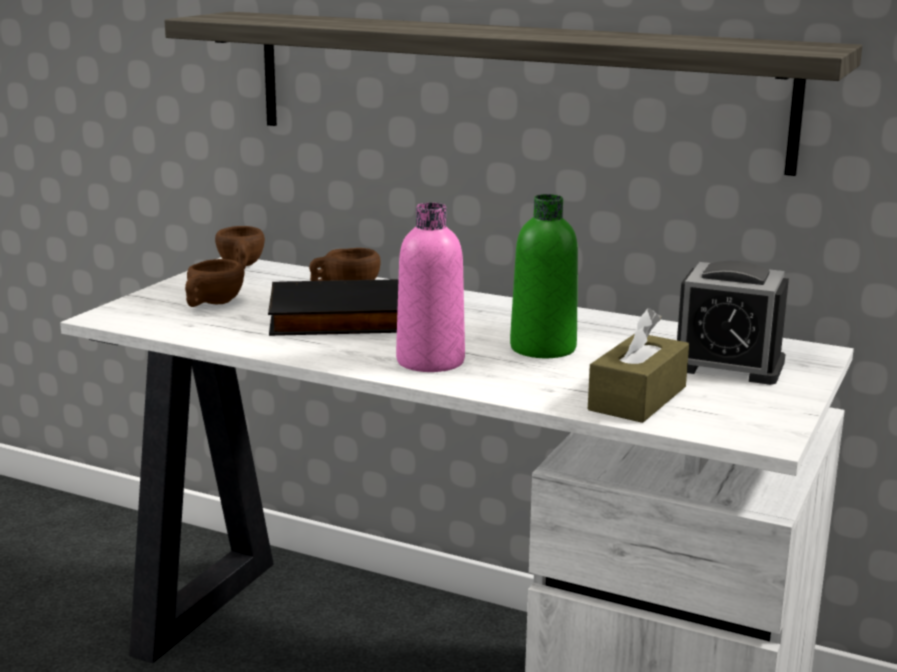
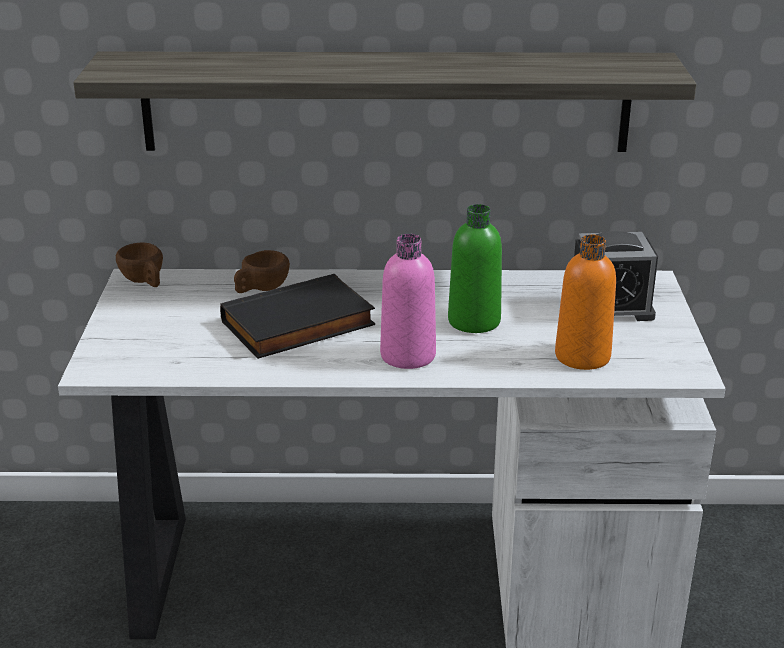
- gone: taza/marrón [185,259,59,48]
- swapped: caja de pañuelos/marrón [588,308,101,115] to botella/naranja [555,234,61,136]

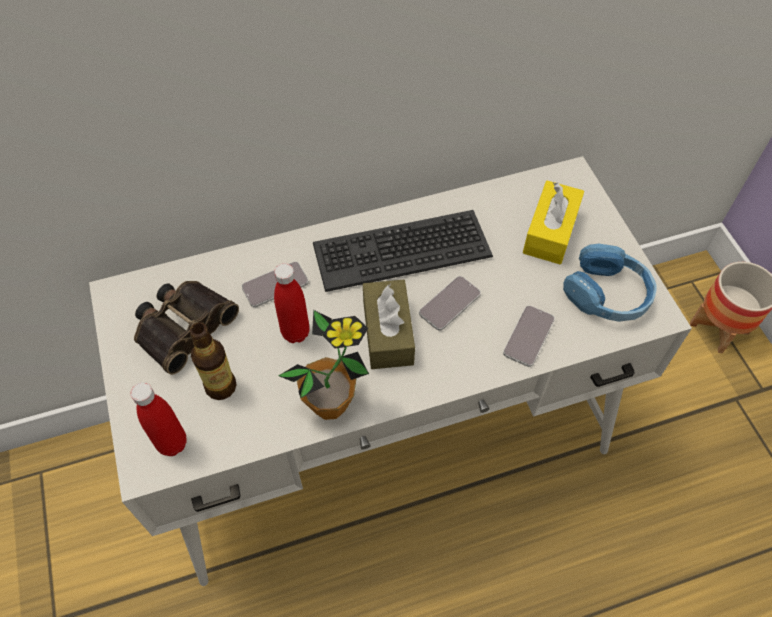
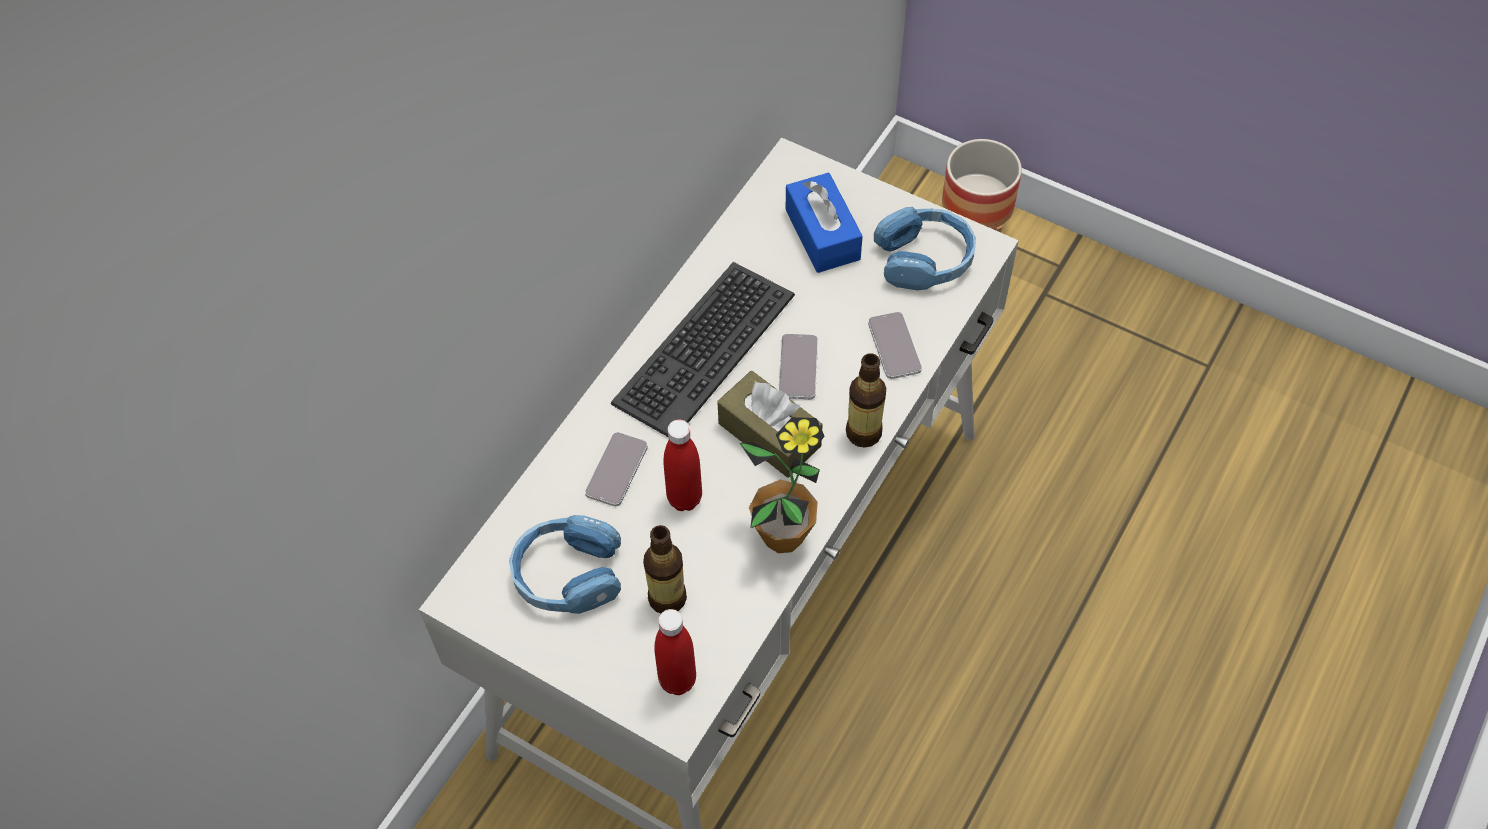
- swapped: prismáticos [134,281,105,94] to auriculares/azul [509,515,112,99]
- repainted: caja de pañuelos/amarillo [523,180,61,84] to caja de pañuelos/azul [786,173,77,100]
- new: botella [846,353,40,95]

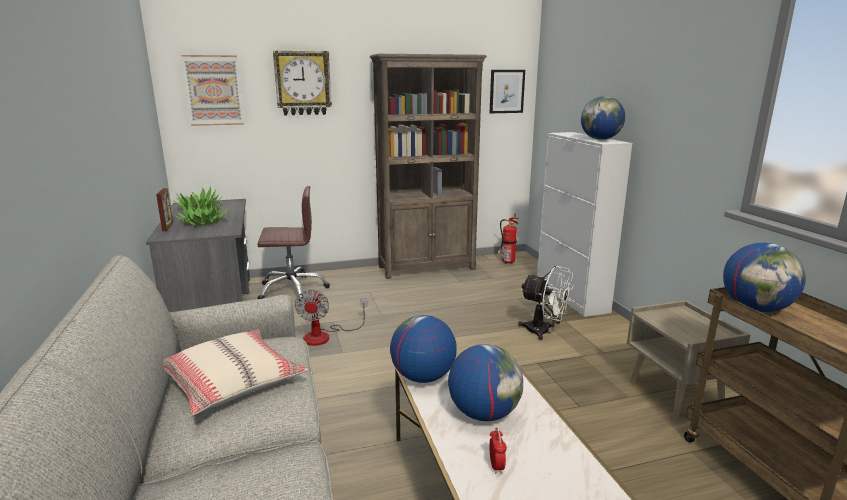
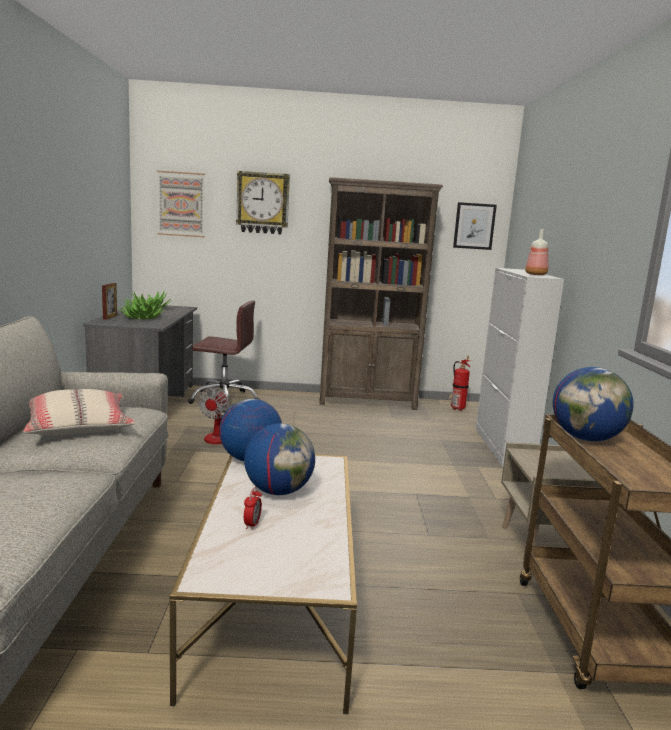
- gone: ventilador/blanco [518,266,56,74]
- swapped: globo terráqueo [581,96,44,44] to botella [525,229,23,46]

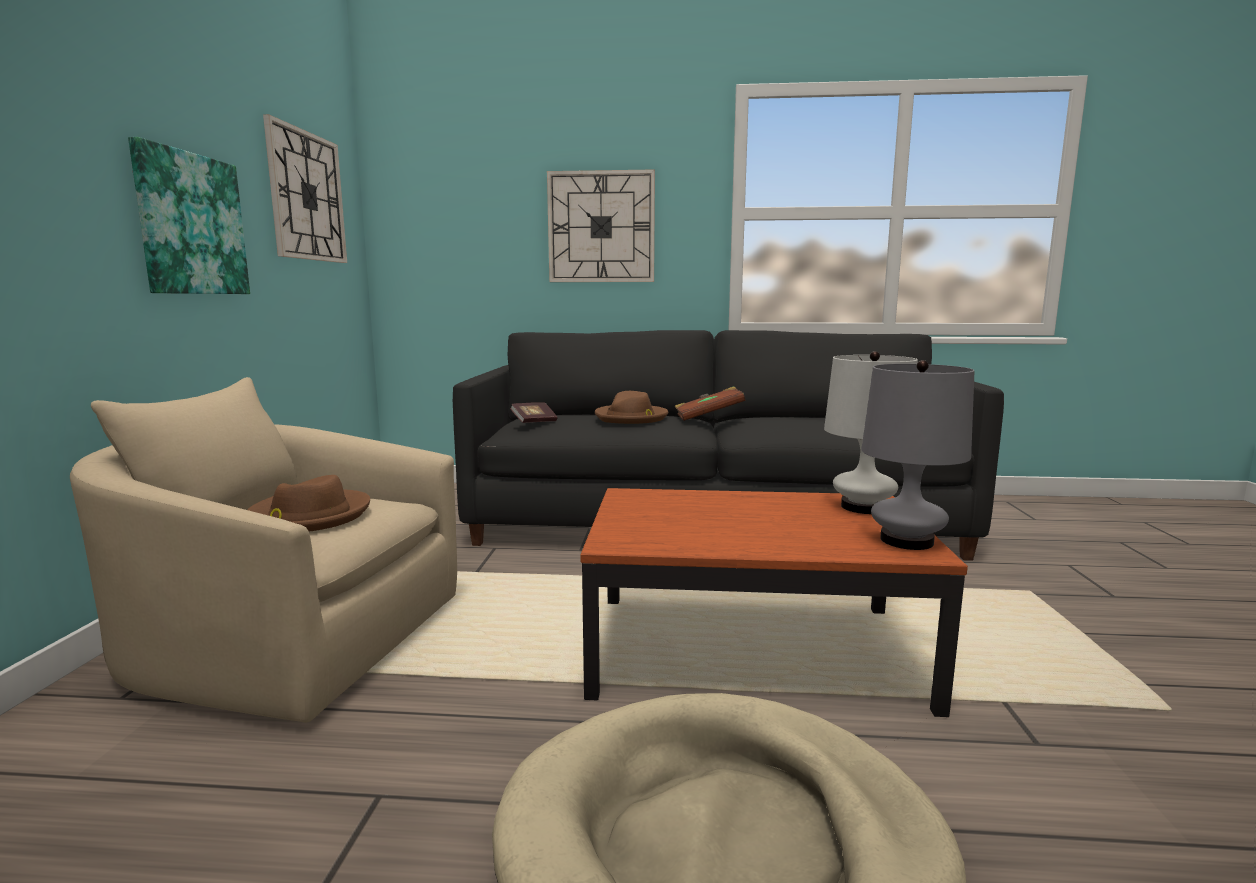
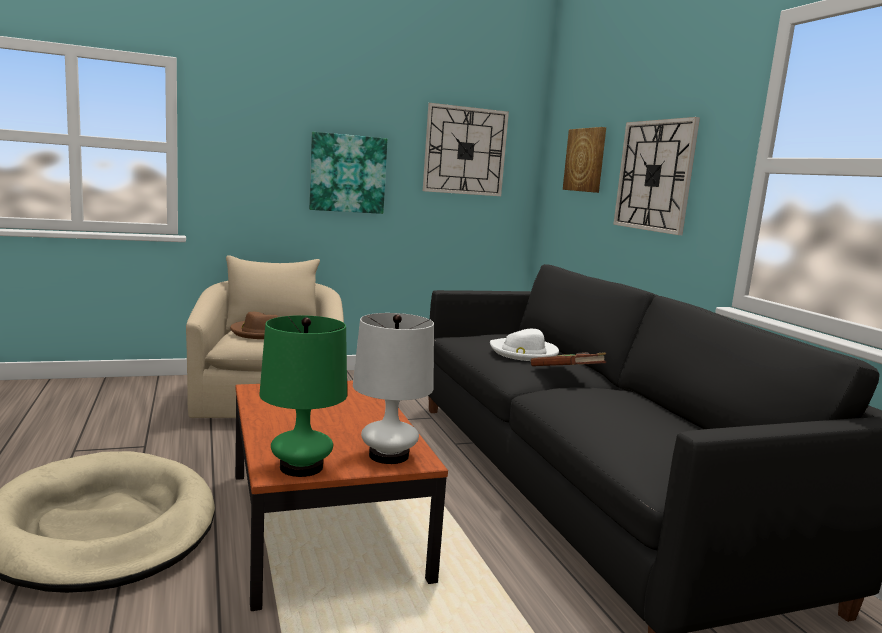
- gone: libro [510,402,47,21]
- repainted: sombrero/marrón [595,391,73,33] to sombrero/blanco [490,329,69,32]
- repainted: lámpara de mesa/gris [861,360,113,190] to lámpara de mesa/verde [259,315,88,162]
- new: cuadro [563,127,43,66]

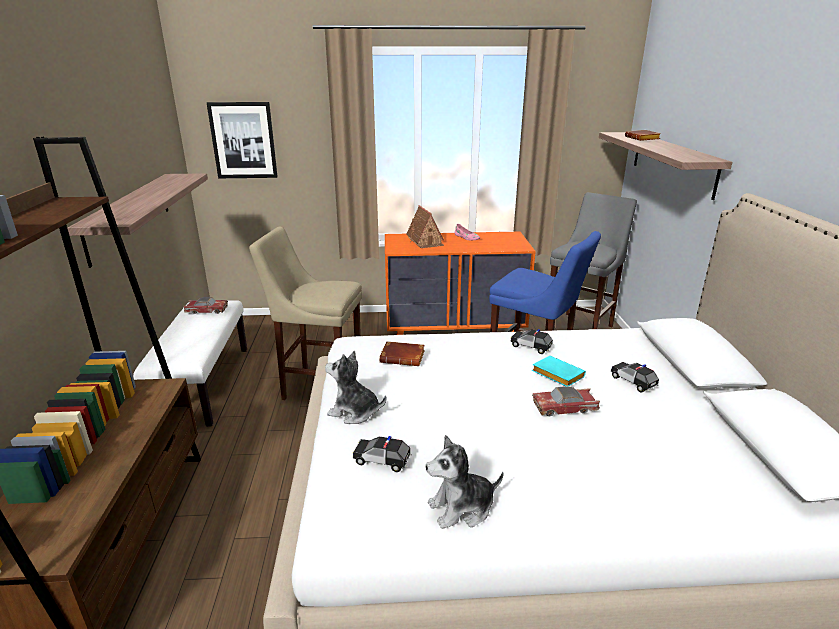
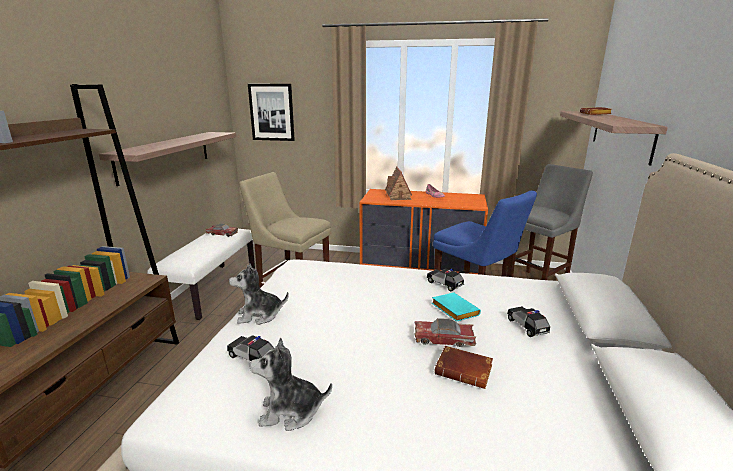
- rotated: peluche [325,351,61,73] = [229,263,60,62] 45 degrees counterclockwise
- shifted: libro/marrón [379,341,46,25] to [434,346,59,43]

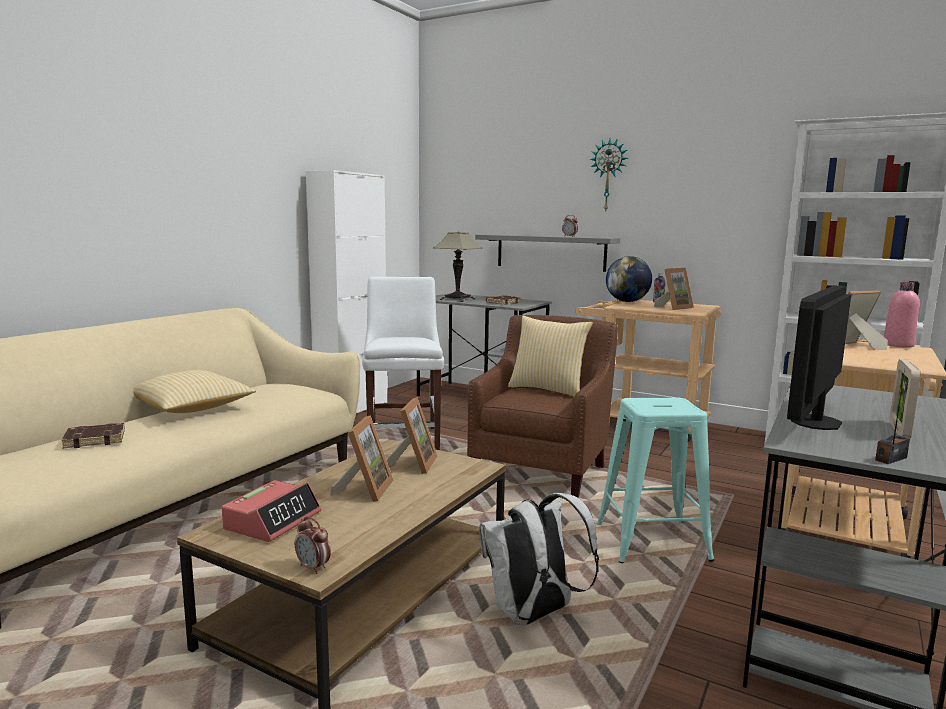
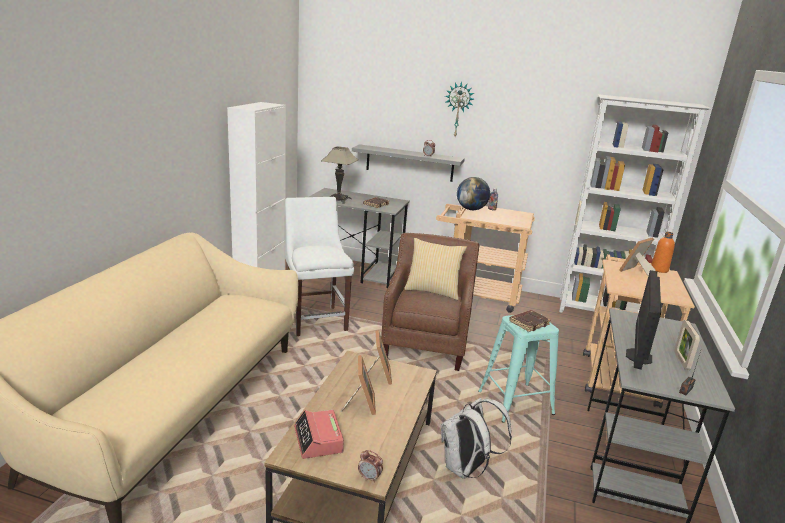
- shifted: libro/marrón [61,423,64,26] to [509,310,41,22]
- gone: cojín [133,370,123,43]
- rotated: despertador [222,480,99,62] = [294,410,50,49] 150 degrees clockwise
- gone: portarretratos [654,268,40,42]
- repainted: botella/rosa [884,282,35,66] to botella/naranja [651,232,24,41]

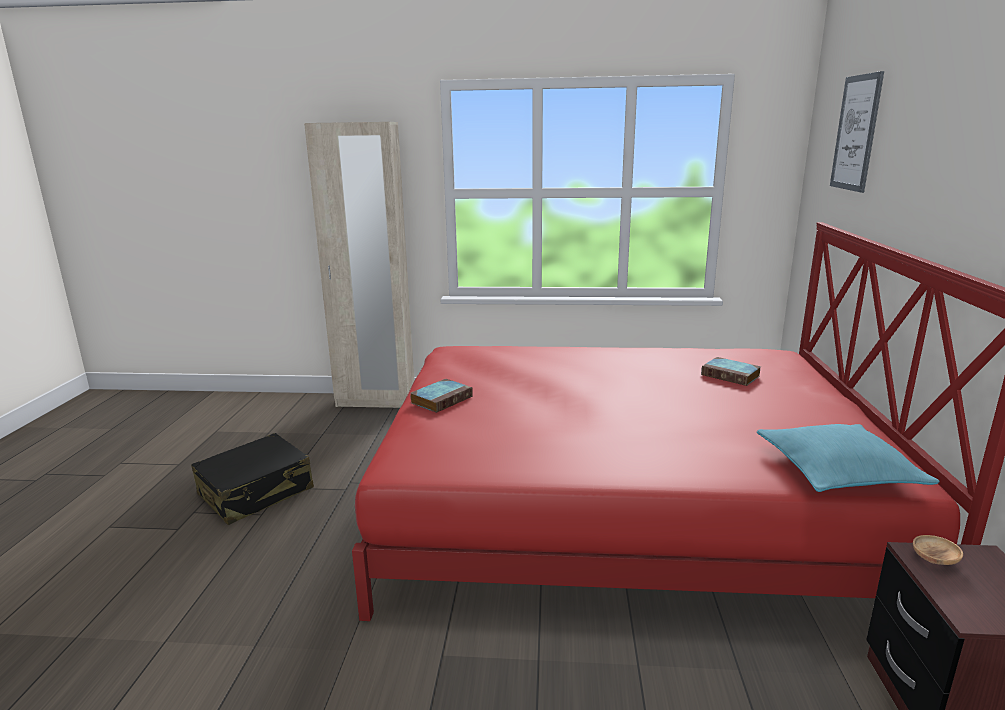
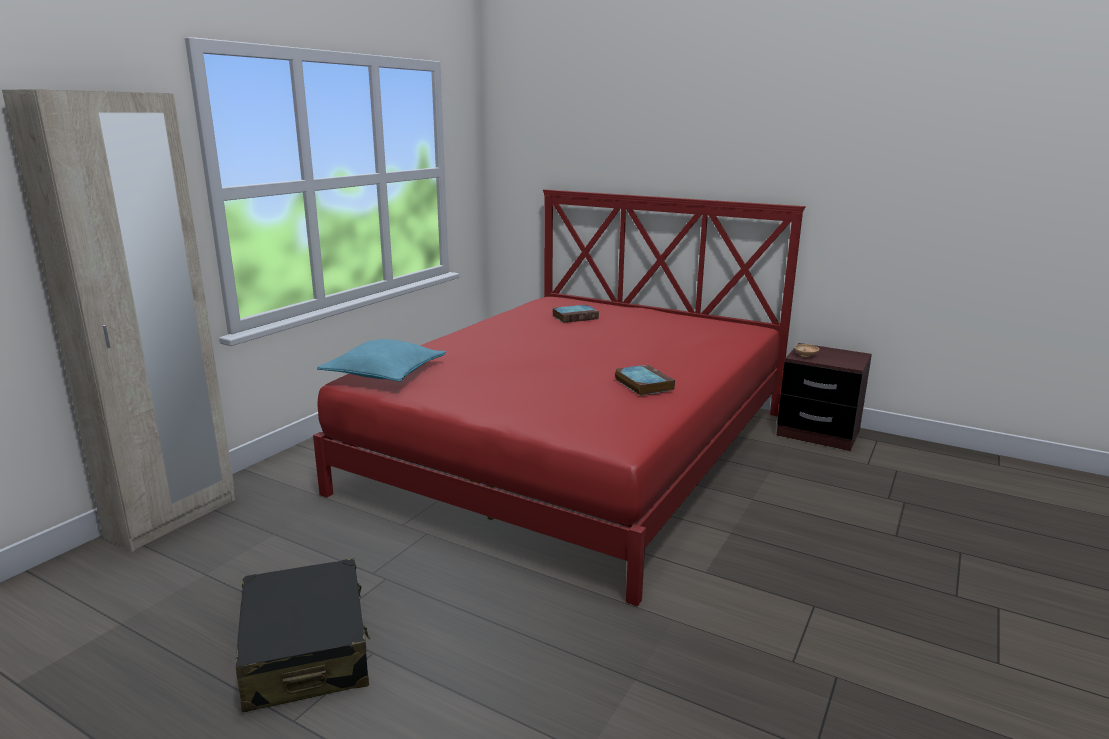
- shifted: libro [410,379,63,34] to [615,364,60,32]
- shifted: cojín/turquesa [757,424,183,68] to [317,339,129,43]
- gone: cuadro [830,71,54,122]

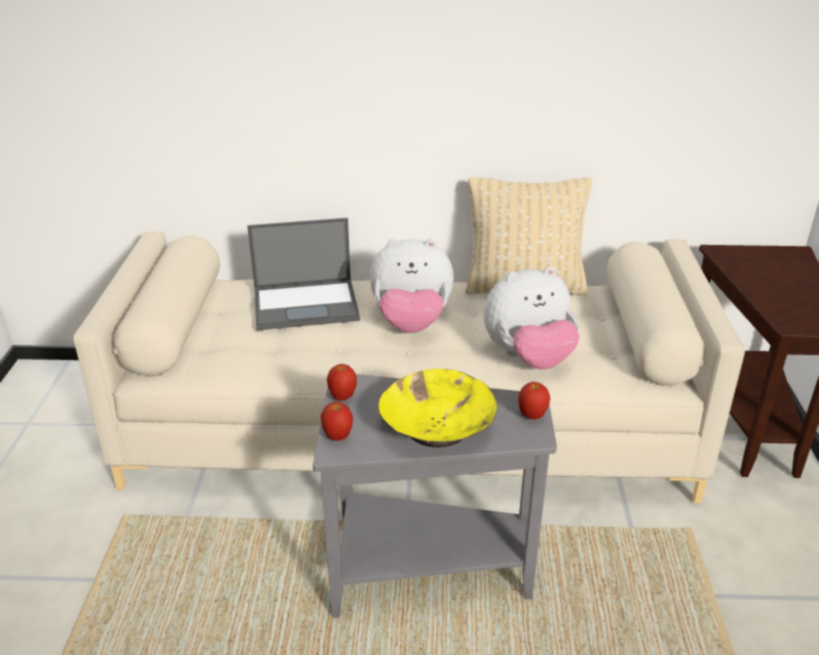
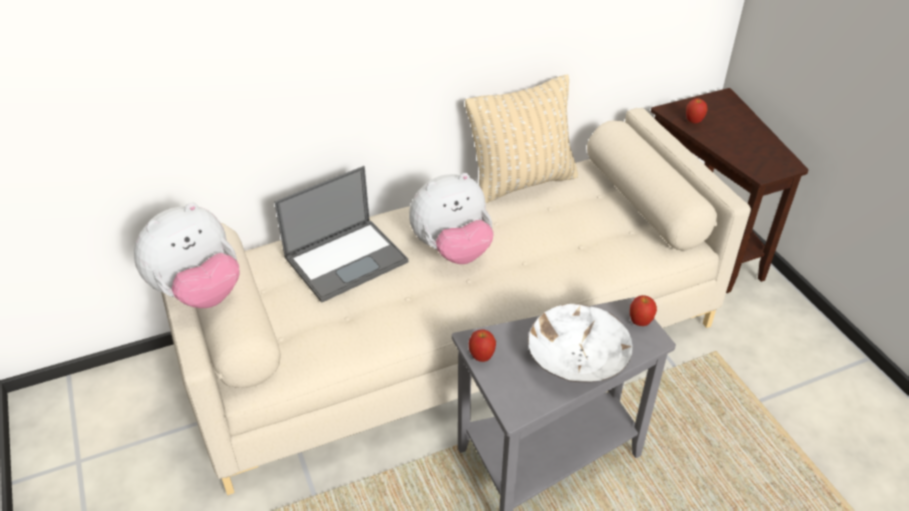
- shifted: manzana [321,402,32,39] to [686,98,22,25]
- repainted: cuenco/amarillo [378,369,119,79] to cuenco/blanco [528,304,105,78]
- shifted: peluche [484,266,95,103] to [134,203,105,105]

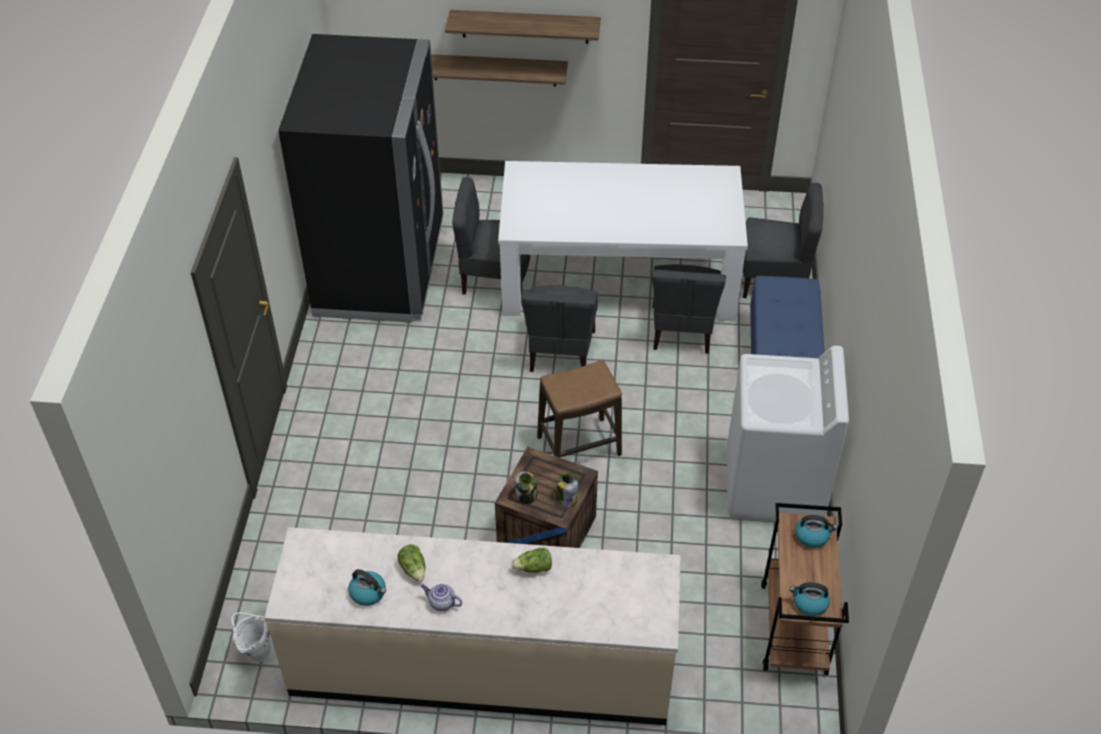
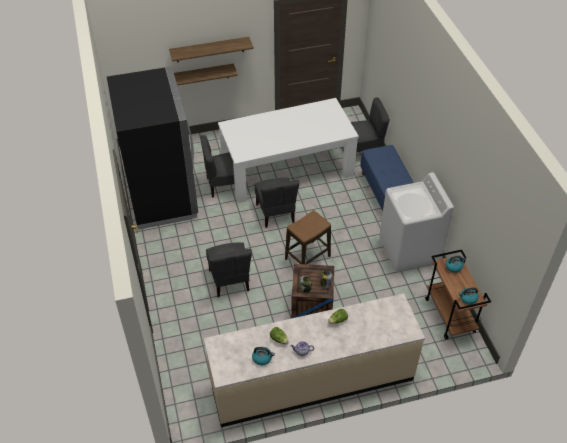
- gone: cubo/blanco [231,613,40,49]
- shifted: silla/gris [652,264,74,90] to [206,242,46,55]

